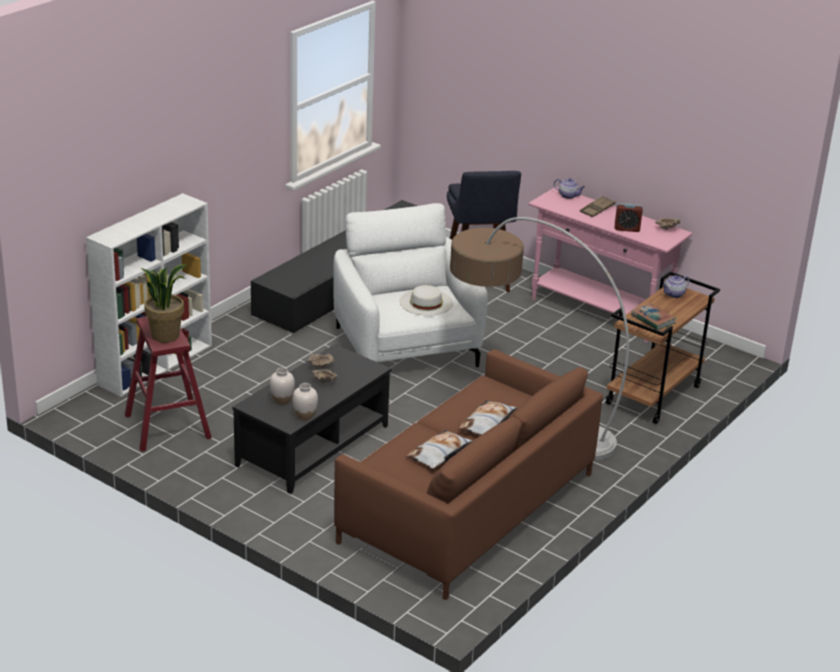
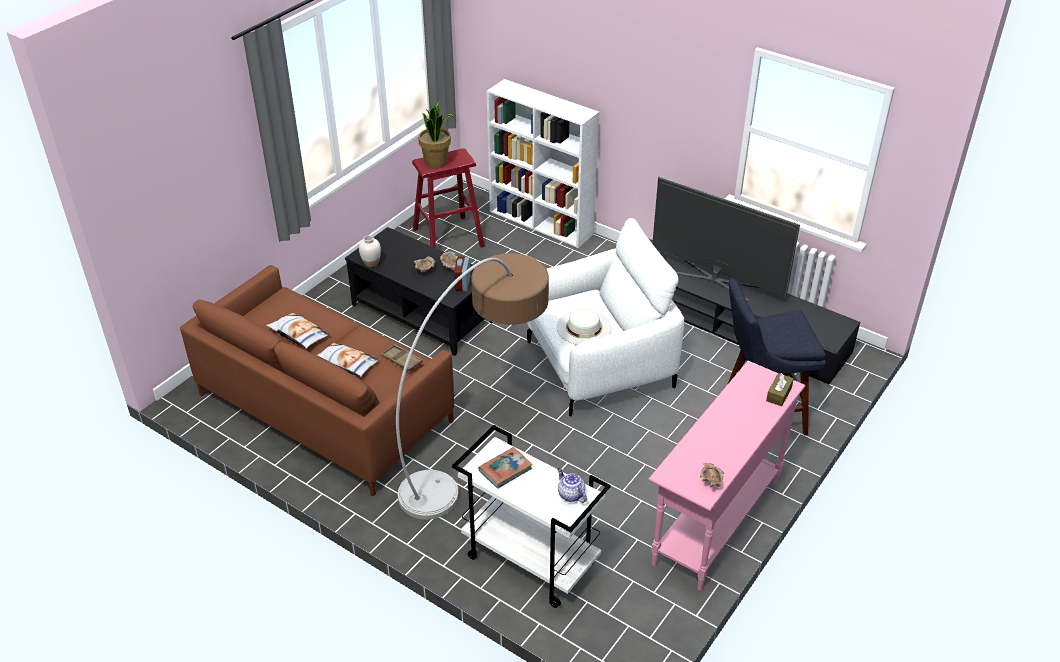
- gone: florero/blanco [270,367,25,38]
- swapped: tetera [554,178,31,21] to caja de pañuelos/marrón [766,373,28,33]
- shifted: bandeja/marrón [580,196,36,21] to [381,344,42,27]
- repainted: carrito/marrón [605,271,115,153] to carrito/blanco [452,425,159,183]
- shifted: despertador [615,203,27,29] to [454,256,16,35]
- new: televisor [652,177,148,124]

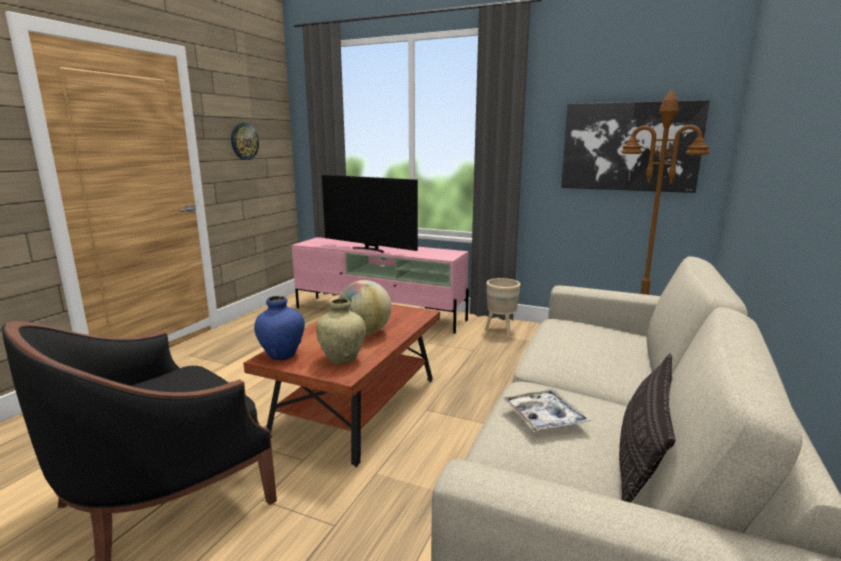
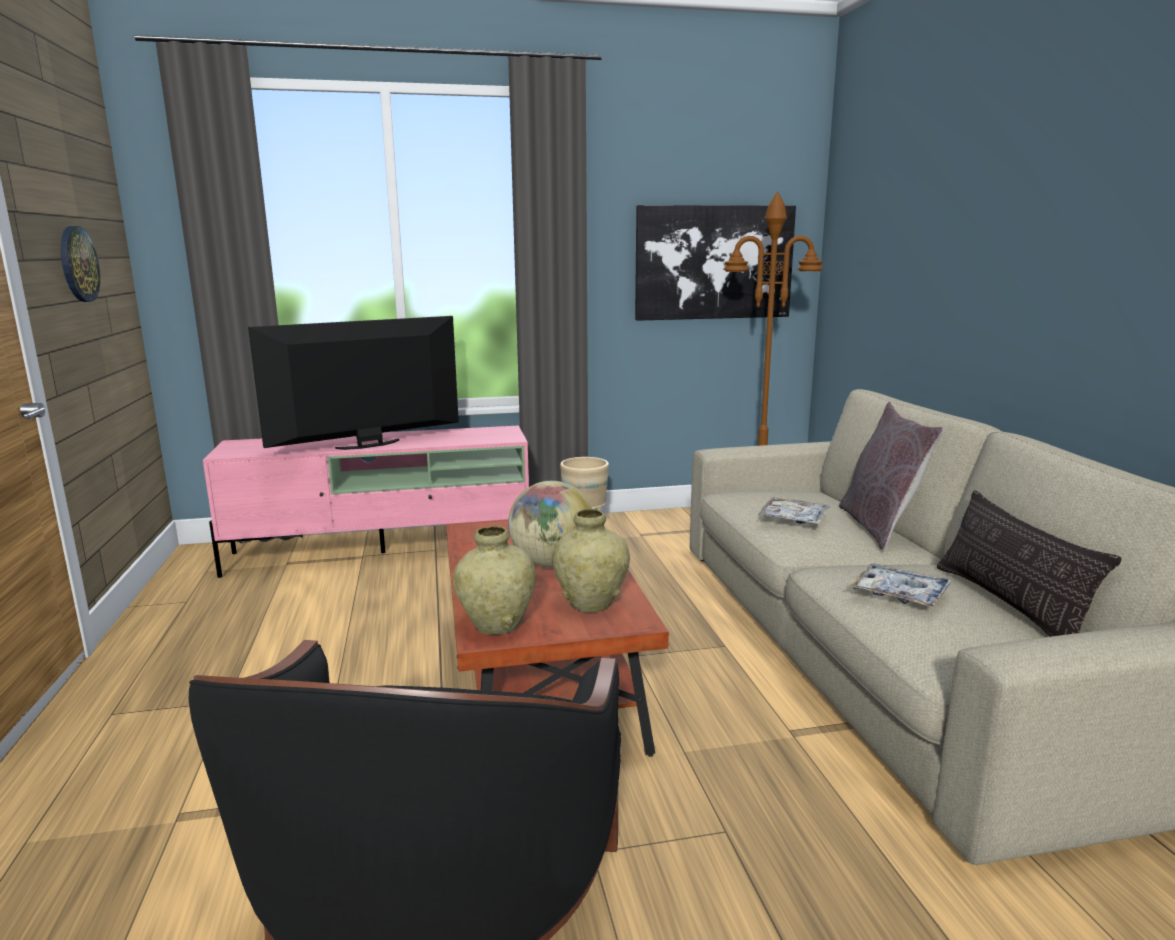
- repainted: florero/azul [254,296,51,64] to florero/beis [453,526,83,109]
- rotated: televisor [322,175,96,78] = [248,316,211,134] 150 degrees clockwise
- new: bandeja [757,497,72,27]
- new: cojín/gris [839,402,106,147]

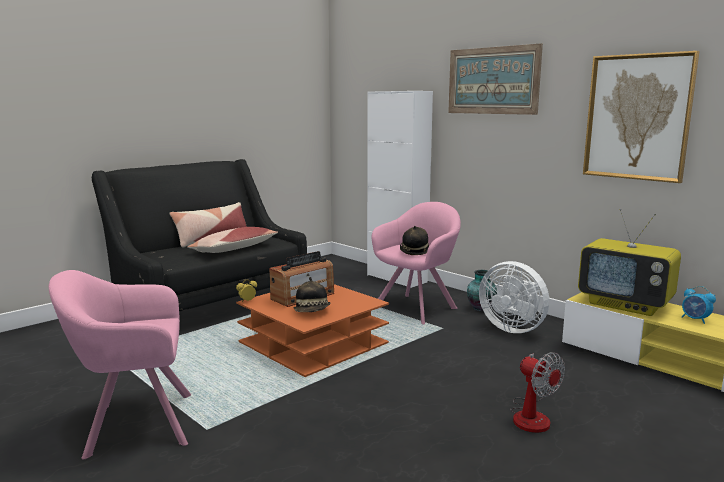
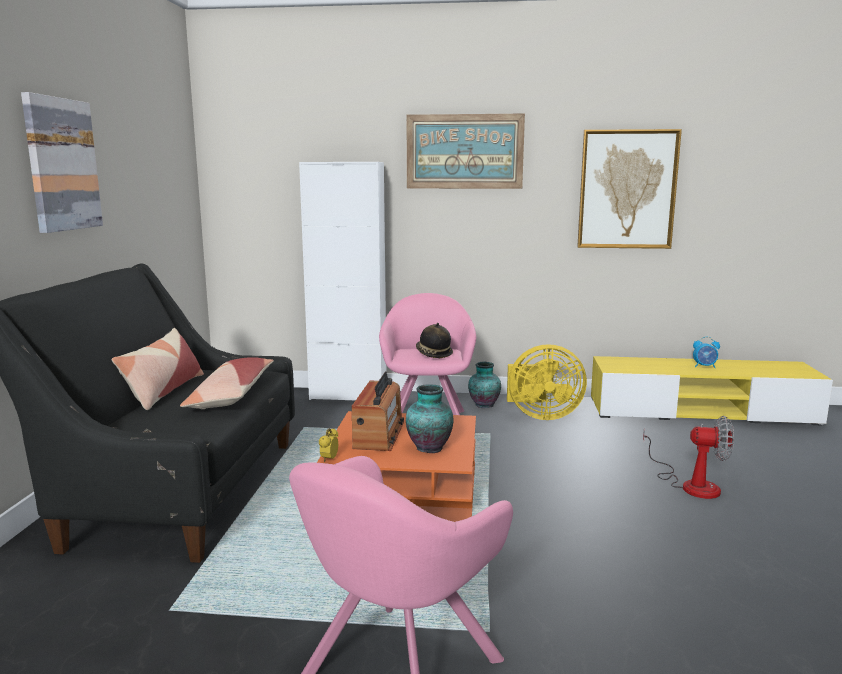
- swapped: sombrero [294,277,37,35] to florero [406,384,48,69]
- repainted: ventilador/blanco [479,261,70,72] to ventilador/amarillo [507,344,80,76]
- gone: televisor [578,209,103,107]
- new: cuadro [21,92,82,141]

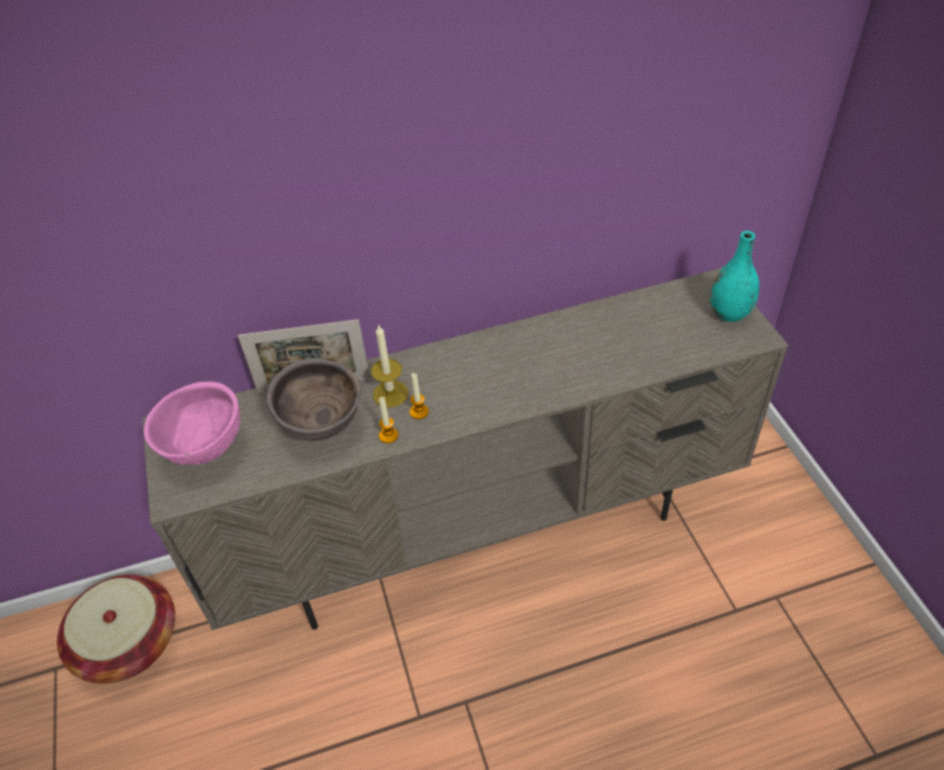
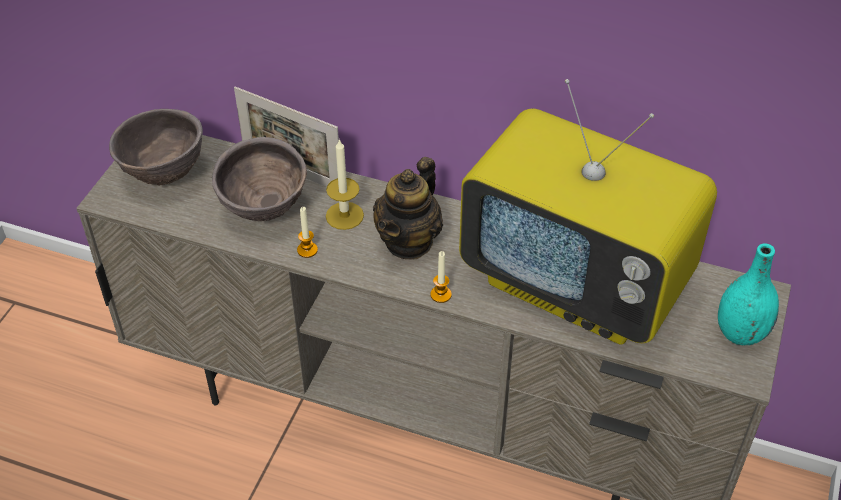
- gone: cesta [57,574,118,110]
- repainted: cuenco/rosa [144,381,97,84] to cuenco/marrón [109,109,94,77]
- shifted: vela [410,373,19,46] to [430,251,22,52]
- new: tetera [373,157,70,103]
- new: televisor [459,79,258,266]

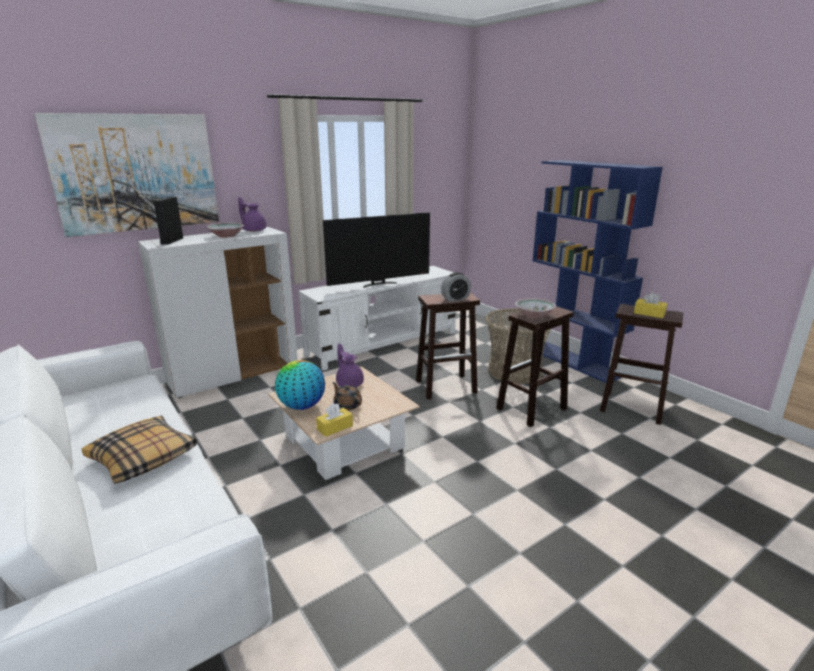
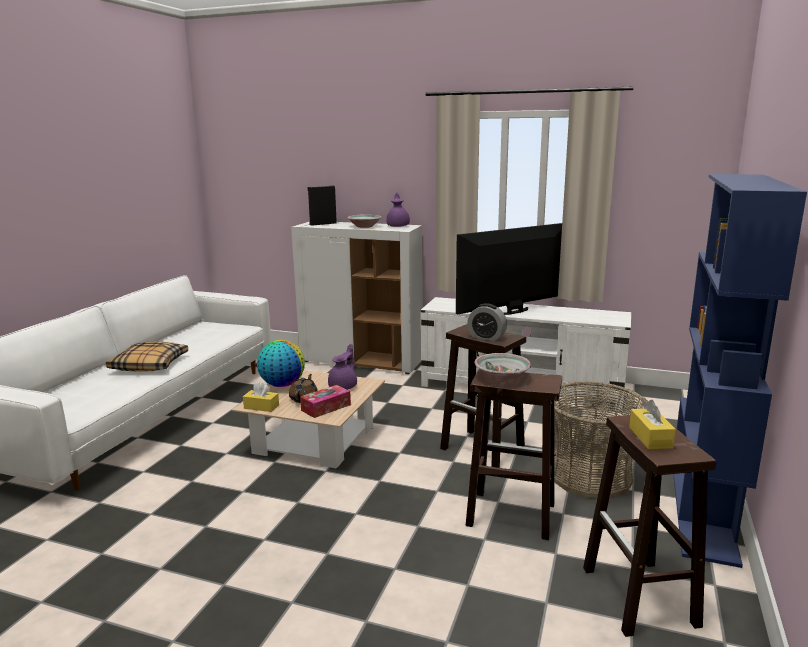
- gone: cuadro [35,113,184,124]
- rotated: televisor [323,212,107,76] = [456,223,106,92] 120 degrees clockwise
- new: caja de pañuelos [300,385,51,33]

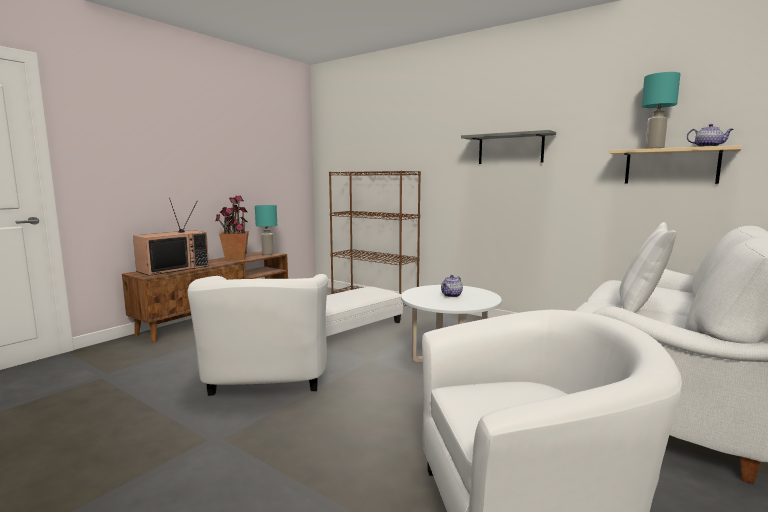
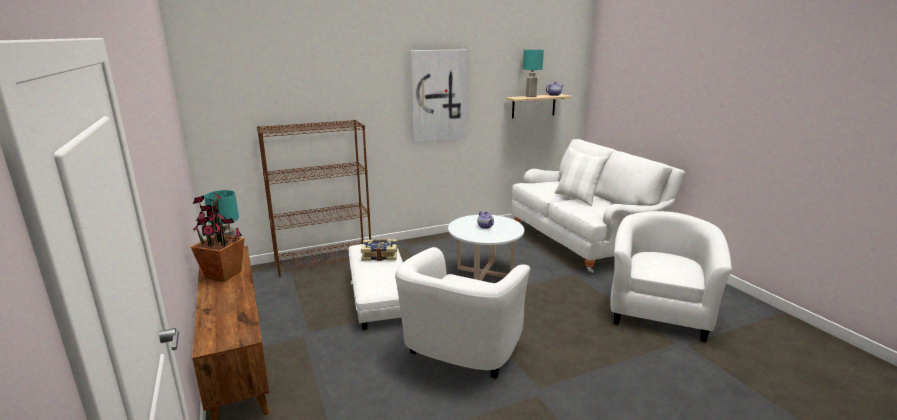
- gone: televisor [133,198,76,78]
- rotated: sillón/blanco [188,274,140,122] = [395,247,135,131] 90 degrees clockwise
- swapped: estante/gris [461,130,95,34] to cuadro [410,49,56,94]
- new: libro [361,239,36,22]

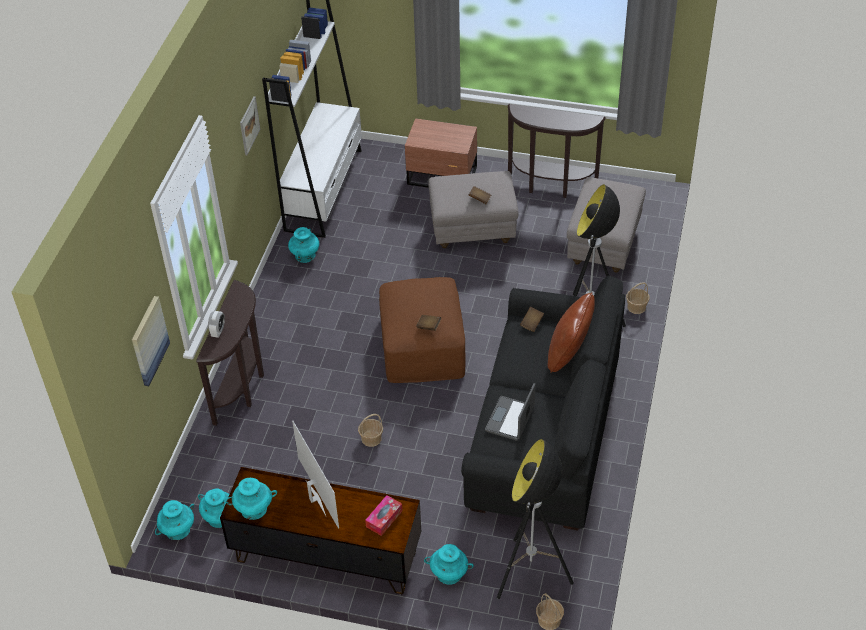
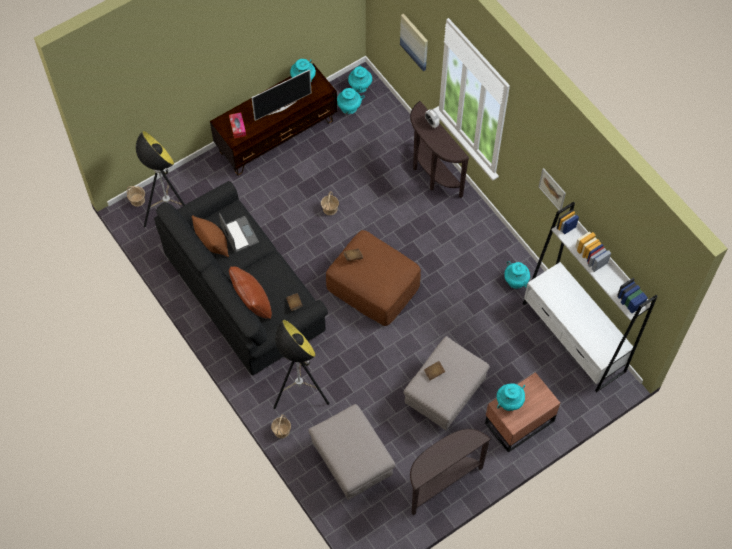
- rotated: televisor [292,421,47,108] = [251,70,60,51] 45 degrees counterclockwise
- shifted: florero/turquesa [424,544,50,41] to [497,384,28,27]
- new: cojín/marrón [192,215,37,42]

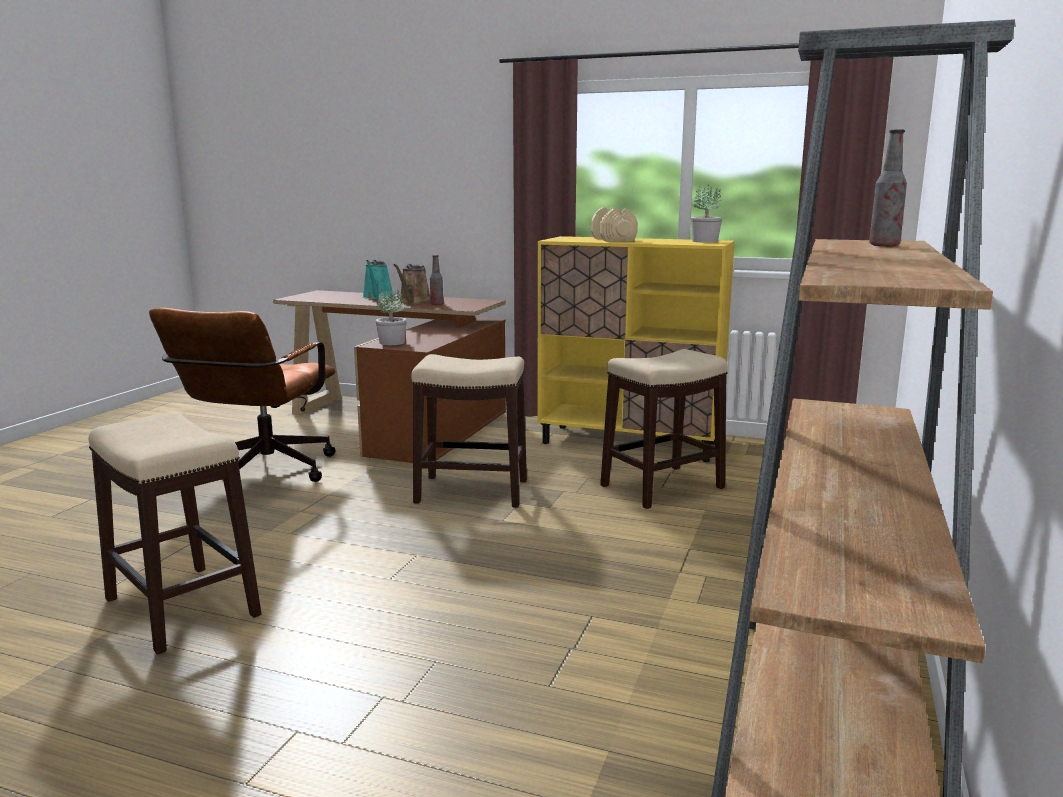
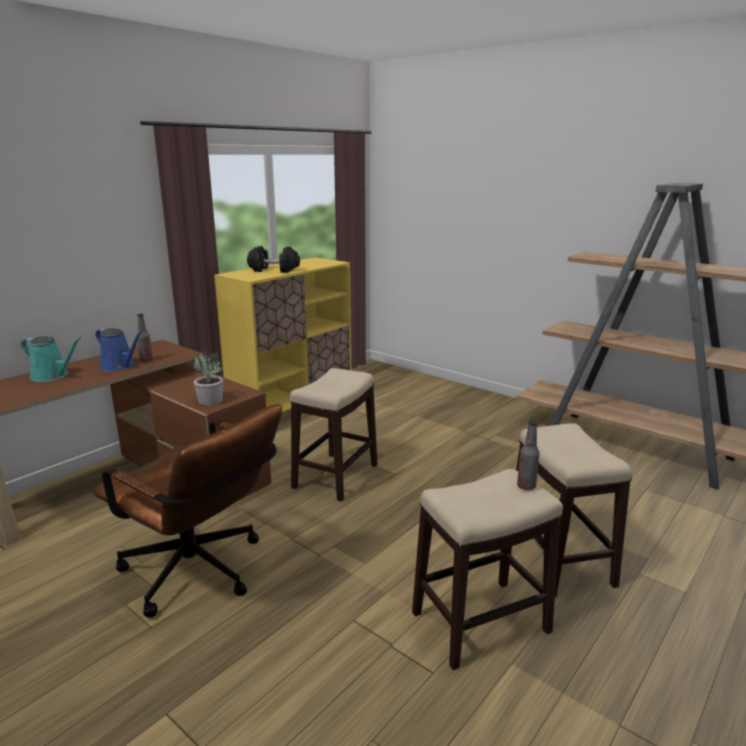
- repainted: regadera/marrón [393,264,37,41] to regadera/azul [96,328,46,43]
- repainted: mancuerna/beis [591,207,47,35] to mancuerna/negro [247,246,53,27]
- shifted: taburete [600,349,127,160] to [516,423,116,174]
- gone: planta en maceta [691,184,31,59]
- shifted: botella [869,129,38,118] to [517,420,23,70]

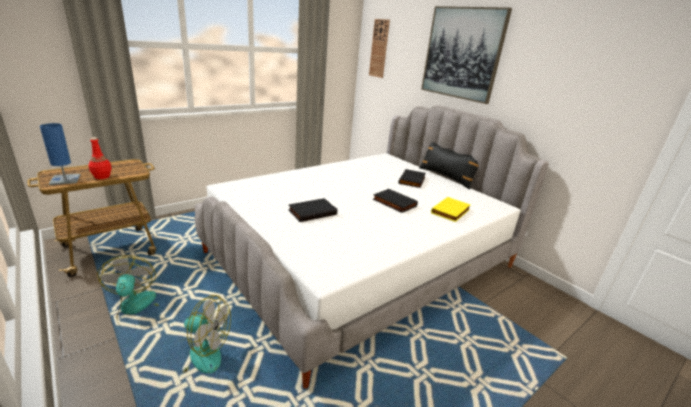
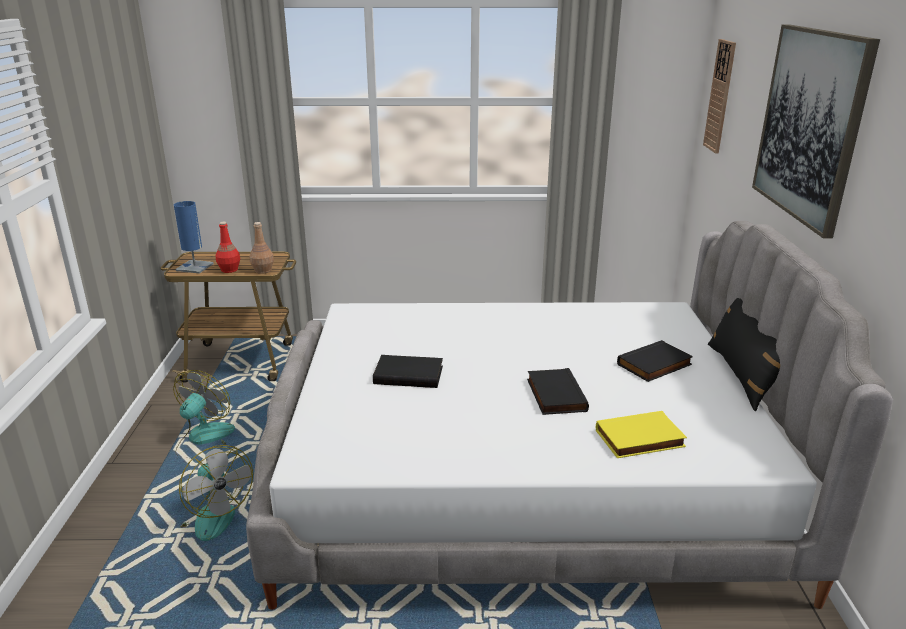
- new: botella/marrón [249,222,25,52]

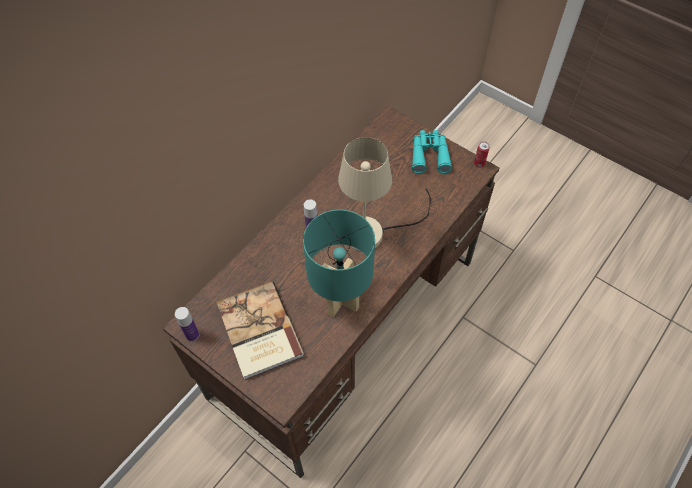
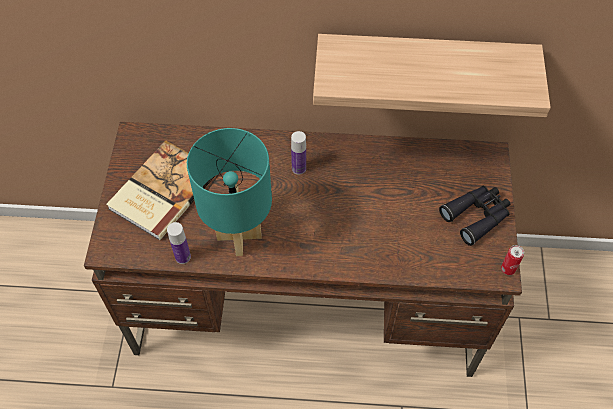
- shifted: botella [175,307,24,35] to [167,222,24,42]
- gone: lámpara de mesa/beis [338,137,93,115]
- repainted: prismáticos/turquesa [412,130,40,44] to prismáticos/negro [439,186,71,60]
- new: estante [313,34,238,83]

